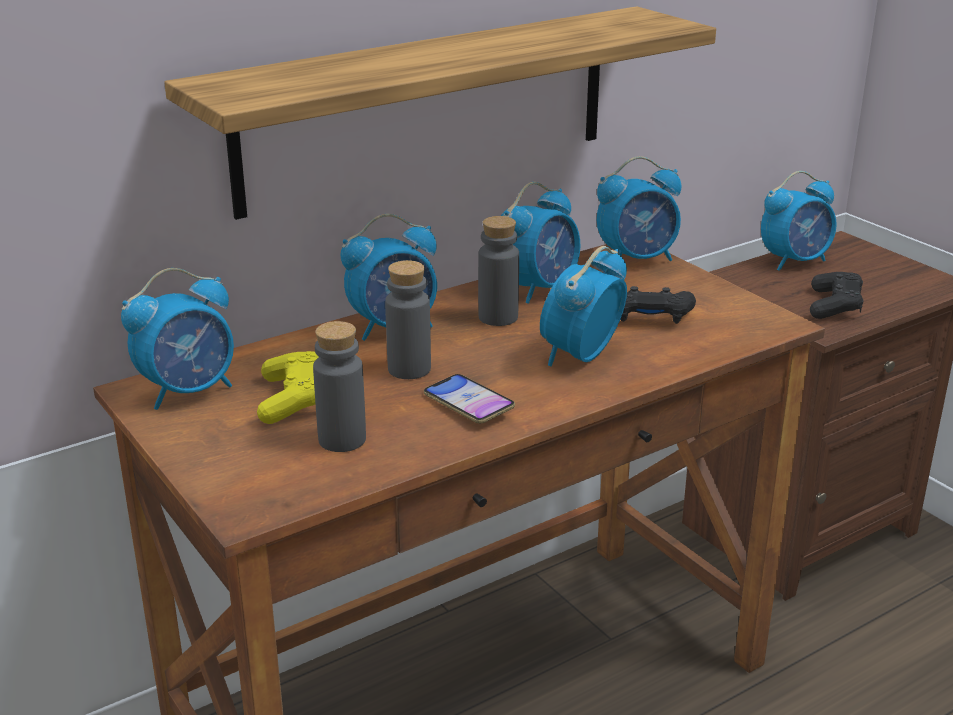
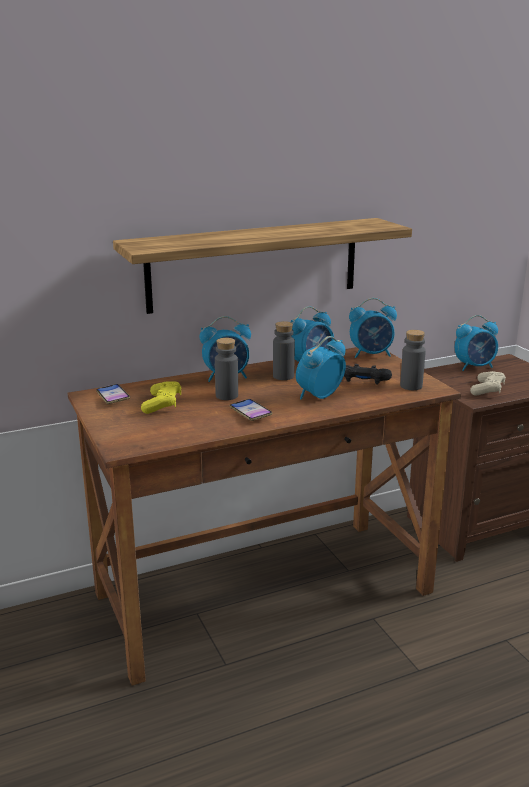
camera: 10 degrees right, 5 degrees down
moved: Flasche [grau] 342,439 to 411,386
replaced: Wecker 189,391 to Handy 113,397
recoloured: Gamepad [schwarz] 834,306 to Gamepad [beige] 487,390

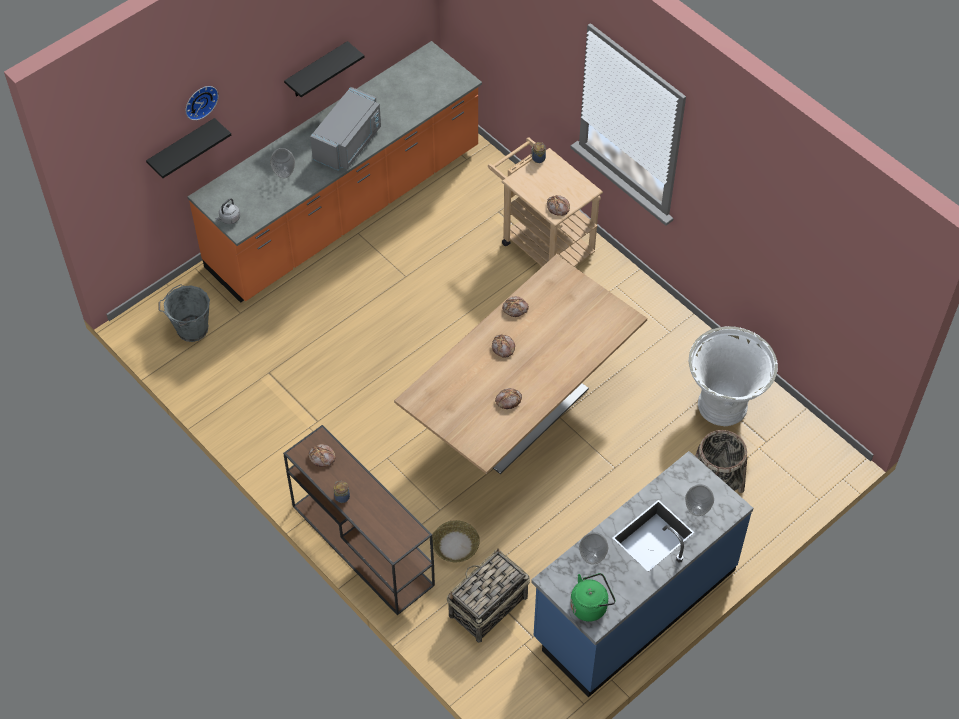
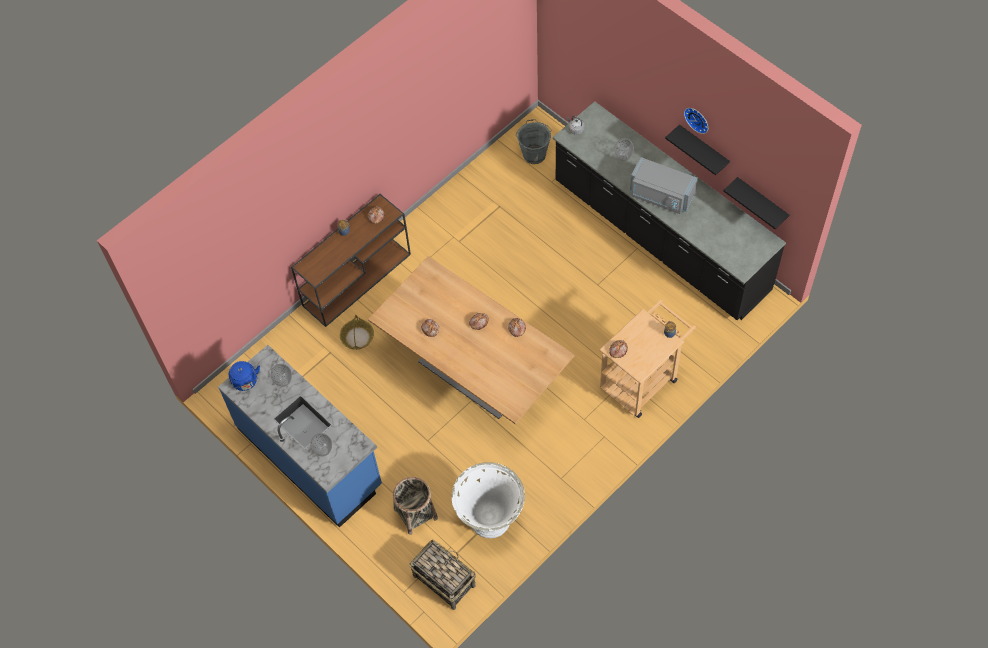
camera: 90 degrees right, 5 degrees up
moved: Wanduhr 199,101 to 697,119; Wandregal [schwarz] 182,149 to 761,202; Korb 487,607 to 443,580
recoloured: Küchenzeile [orange] 345,209 to Küchenzeile [schwarz] 660,237; Wasserkessel [grün] 590,605 to Wasserkessel [blau] 246,382

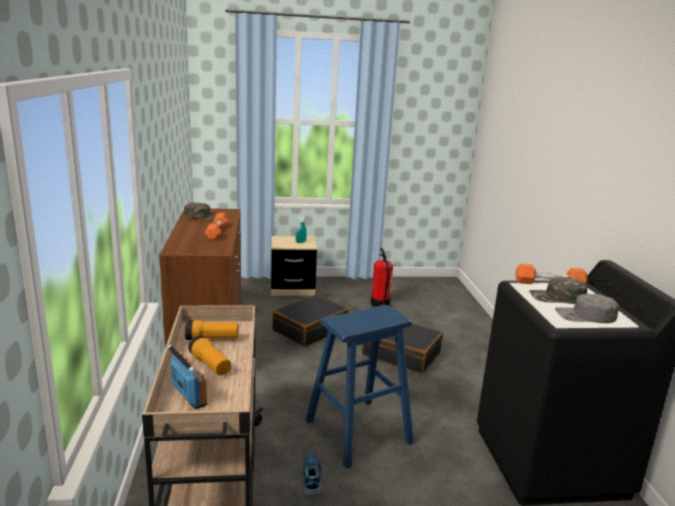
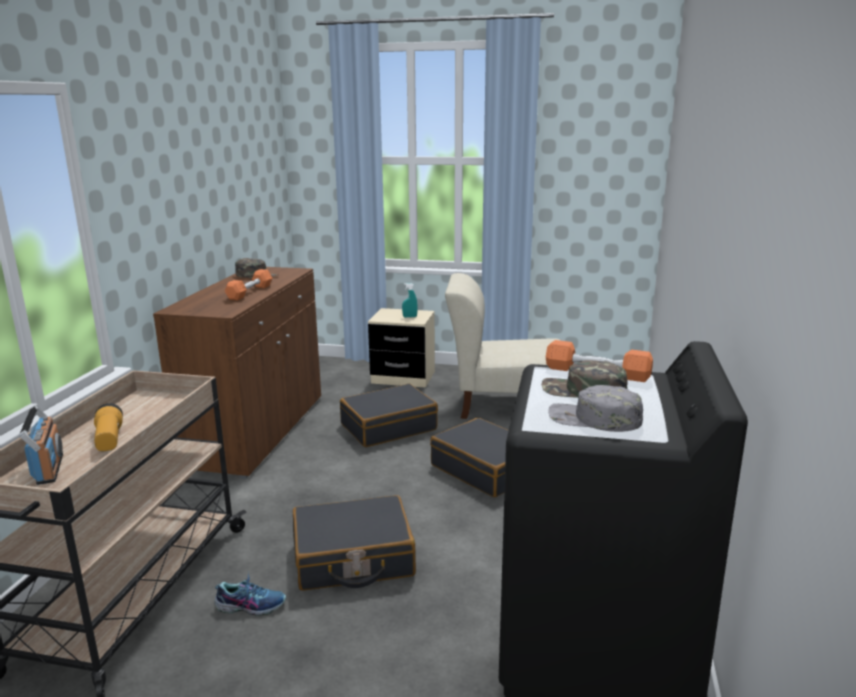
camera: 20 degrees right, 0 degrees up
removed: Taschenlampe 212,339
replaced: Feuerlöscher 380,304 to Stuhl [beige] 504,405; Hocker [blau] 358,431 to Koffer [schwarz] 353,558
turned: Schuh 311,478 = 251,605 75 degrees clockwise

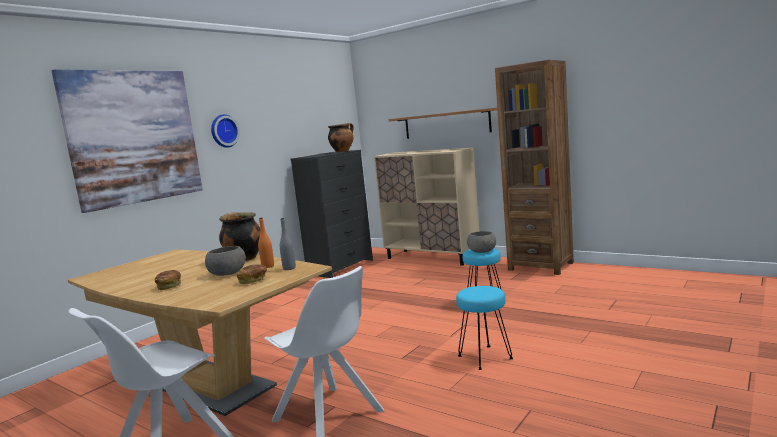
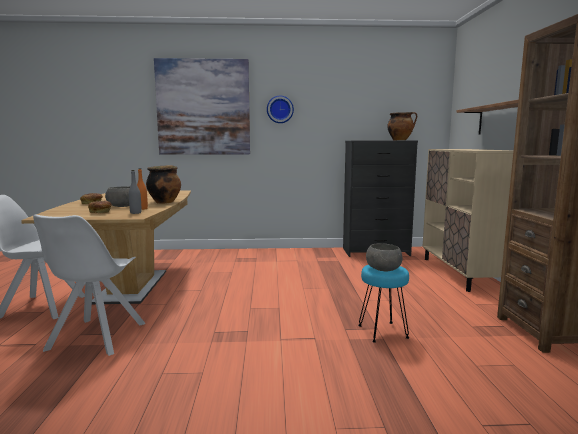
camera: 50 degrees right, 0 degrees up
removed: Hocker [türkis] 485,358

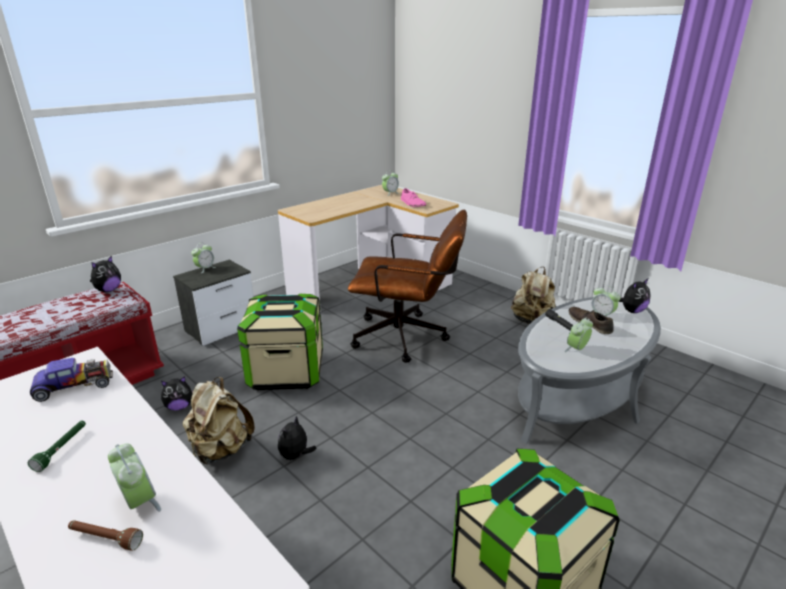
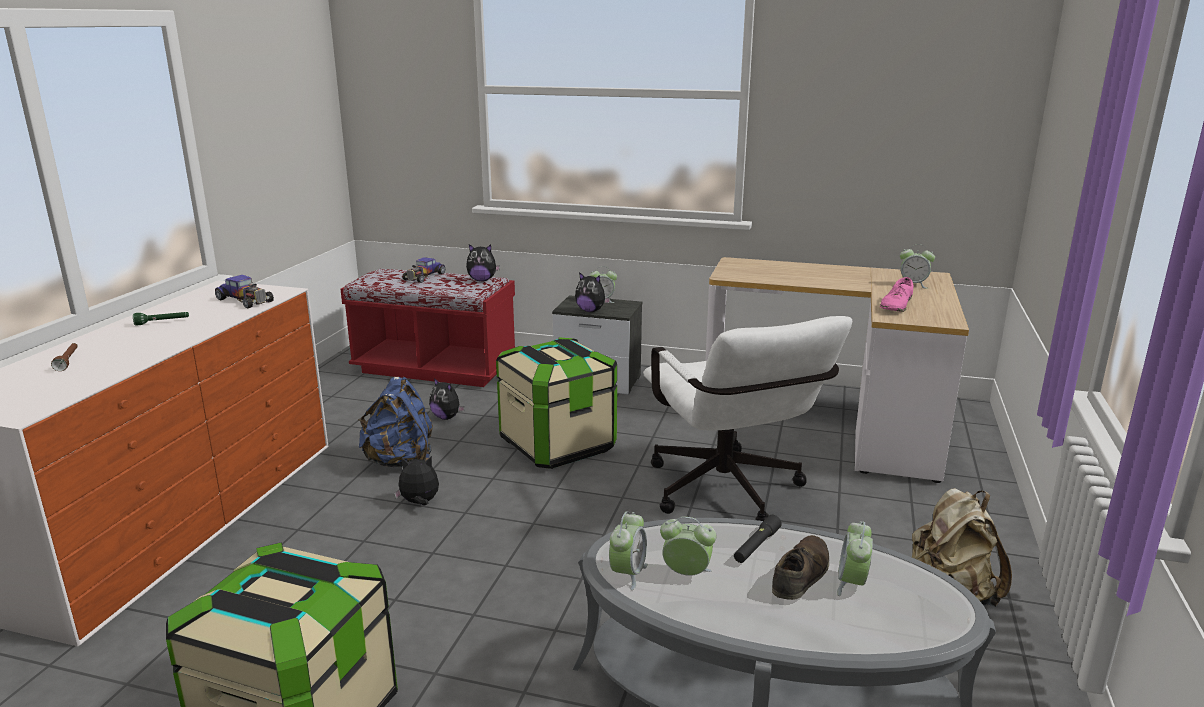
camera: 60 degrees right, 5 degrees down
added: Spielzeugauto 424,276
moved: Plüschtier 631,311 to 591,311; Wecker 139,502 to 628,574
recoloured: Bürostuhl [braun] 408,338 to Bürostuhl [weiß] 730,495; Rucksack [beige] 221,450 to Rucksack [blau] 400,461

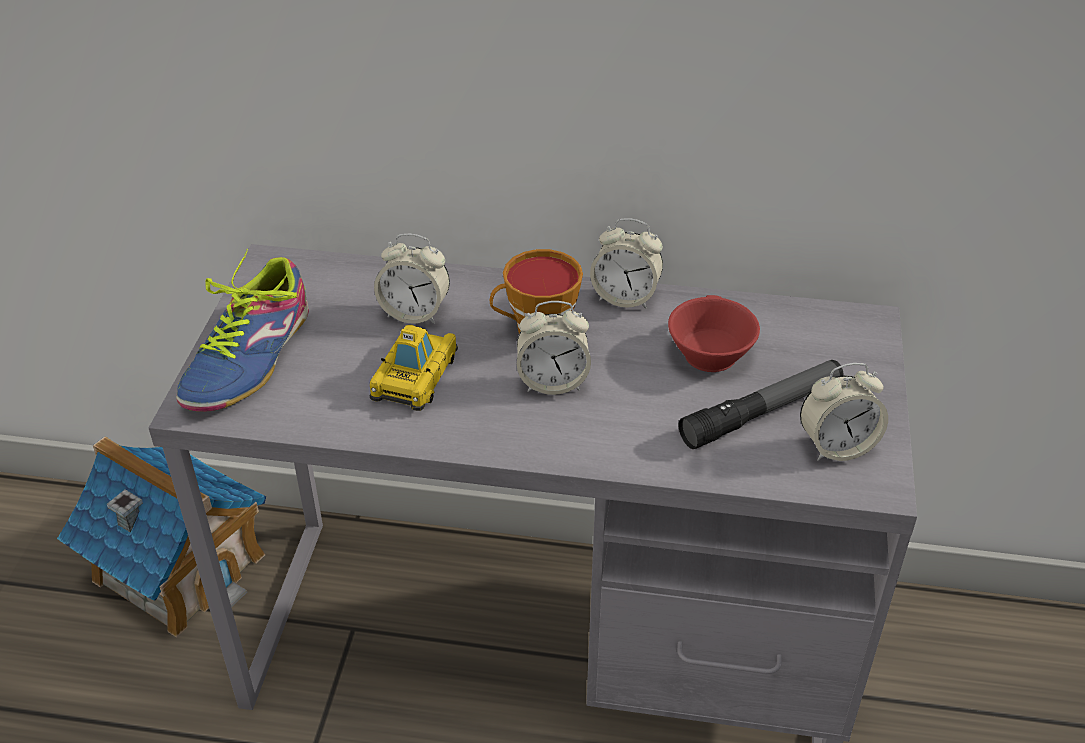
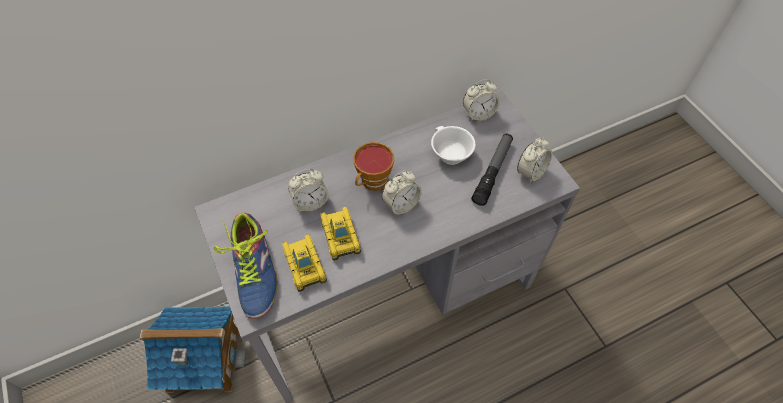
camera: 35 degrees left, 15 degrees up
added: Spielzeugauto 305,265
moved: Wecker 625,297 to 478,114
recoloured: Tasse [rot] 706,352 to Tasse [weiß] 449,154

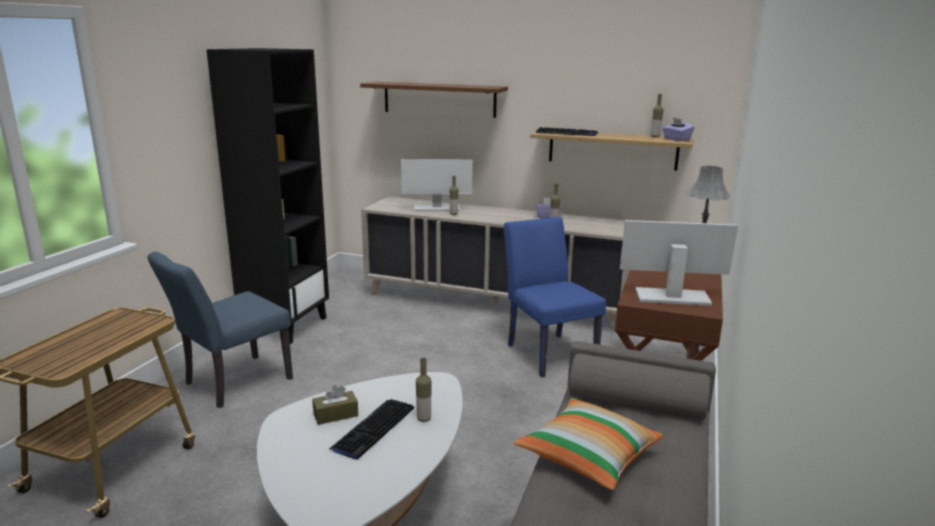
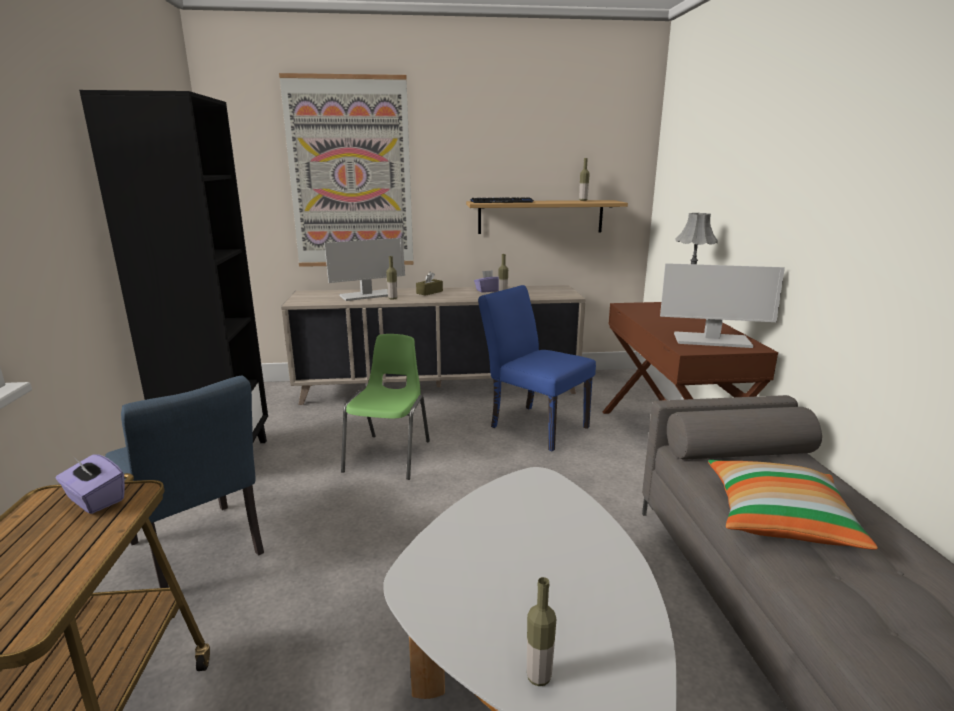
camera: 25 degrees left, 0 degrees up
removed: Tastatur 373,429
added: Stuhl [grün] 390,455
moved: Taschentuchbox [lila] 676,139 to 95,500; Flasche 424,419 to 539,677; Taschentuchbox [braun] 335,415 to 429,292
replaced: Wandregal [braun] 439,99 to Bild 350,174
turned: Monitor 673,297 = 711,340 150 degrees counterclockwise; Stuhl [blau] 231,383 = 200,553 60 degrees counterclockwise

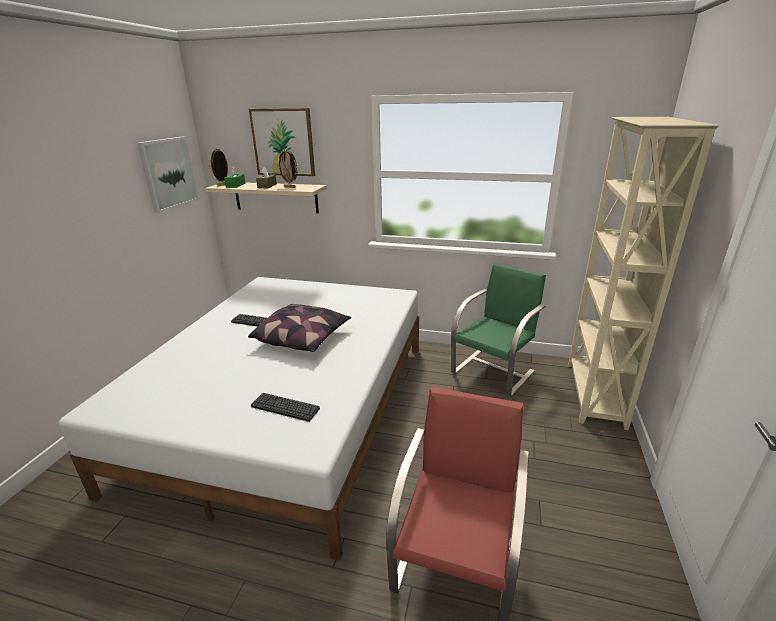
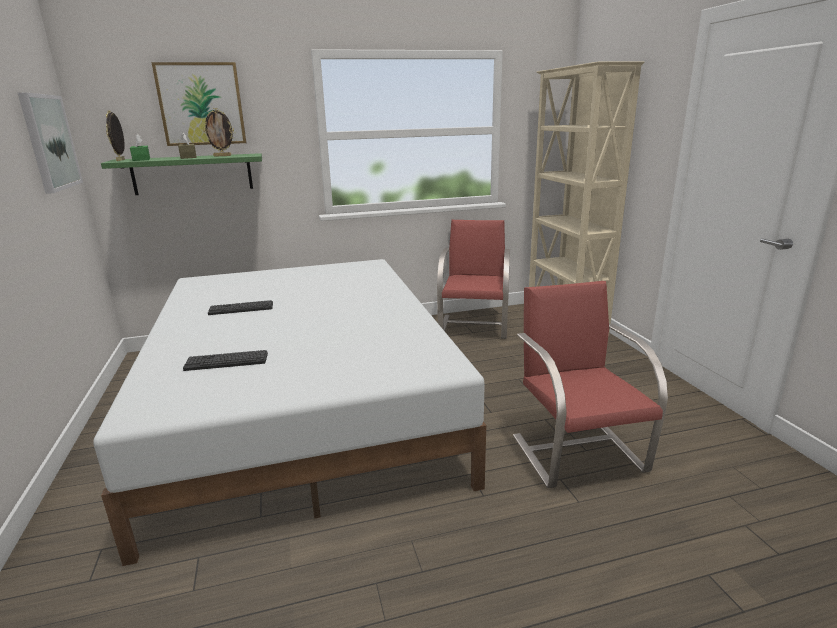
camera: 30 degrees left, 5 degrees down
removed: Kissen 303,339
moved: Tastatur 285,407 to 226,361
recoloured: Wandregal [beige] 276,197 to Wandregal [grün] 192,174; Stuhl [grün] 494,371 to Stuhl [rot] 474,326

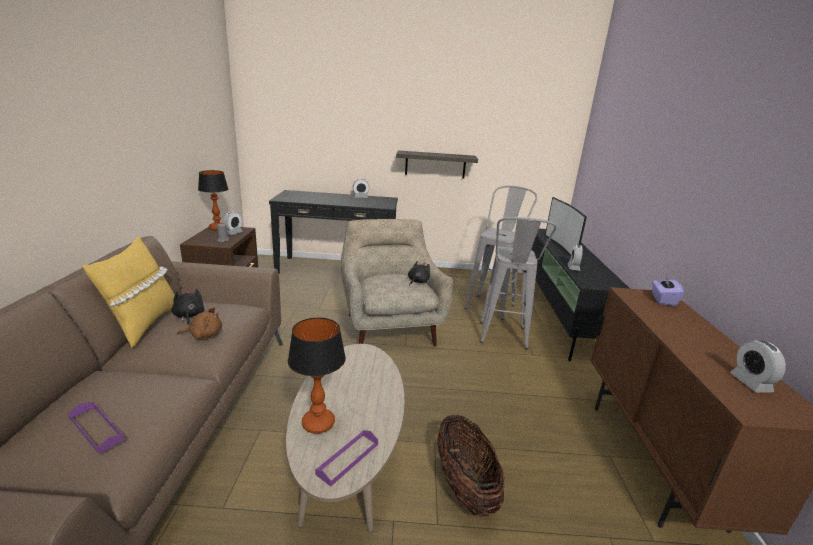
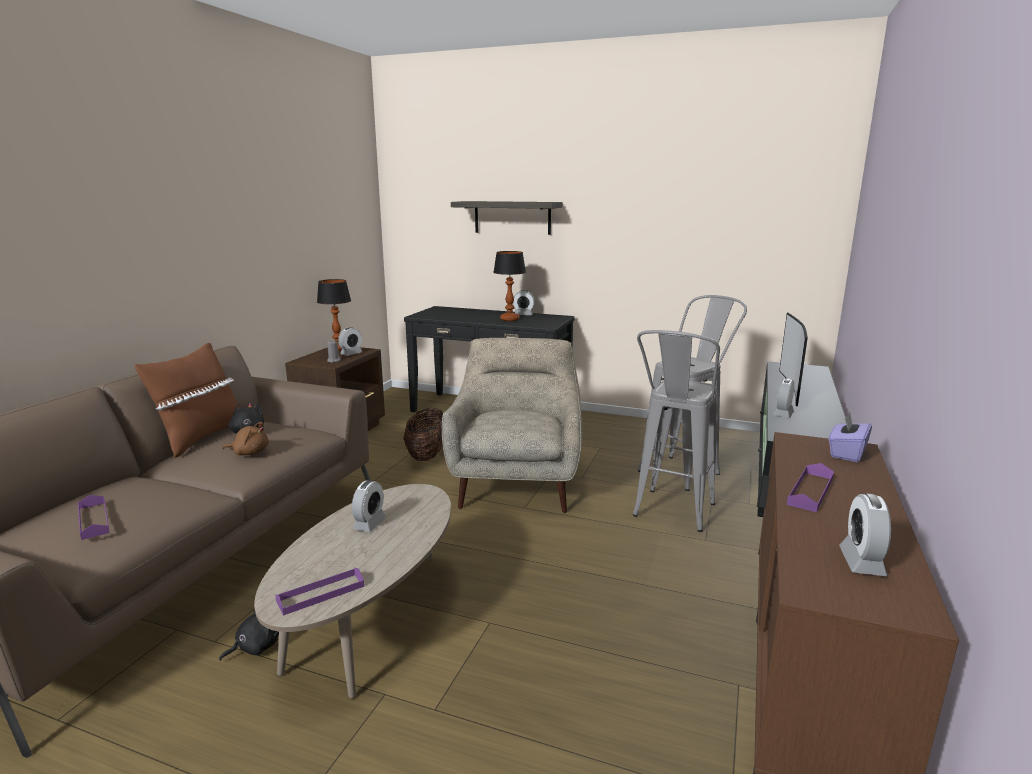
camera: 20 degrees right, 5 degrees down
added: Tablett [lila] 810,491; Wecker 369,524
moved: Wandregal 435,164 to 512,217; Plüschtier [schwarz] 417,281 to 255,647; Tischlampe 318,423 to 509,319; Korb 464,486 to 427,455
recoloured: Kissen [gelb] 144,324 to Kissen [braun] 201,438

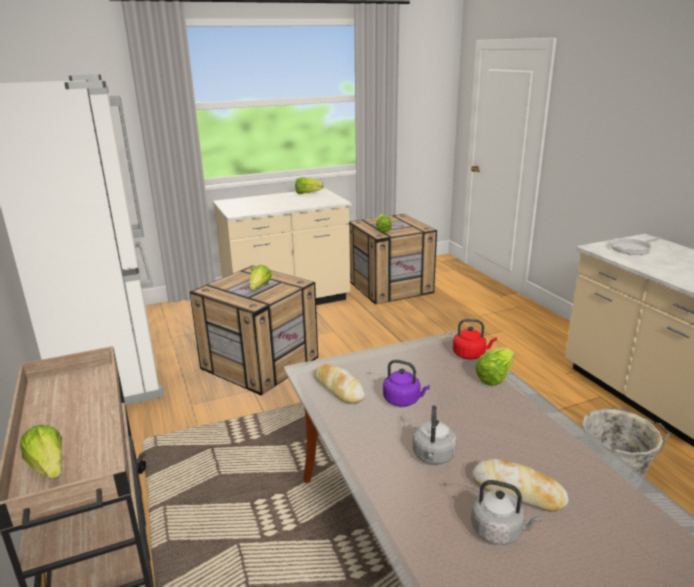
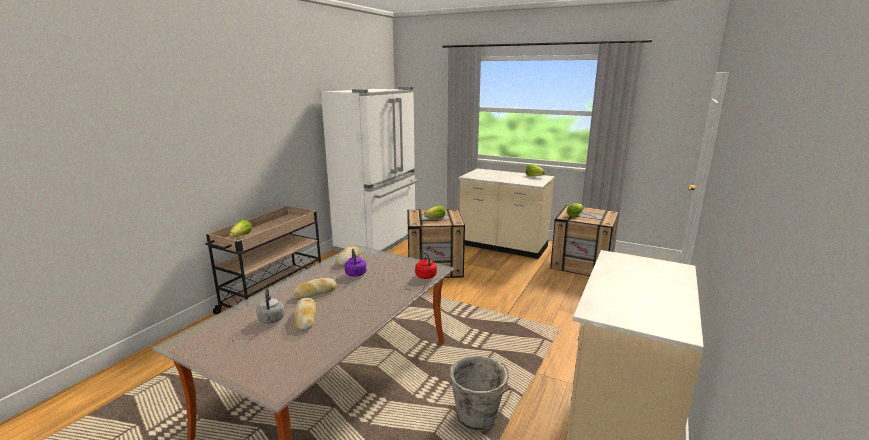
camera: 50 degrees right, 5 degrees down
removed: Pfanne 632,248; Salatkopf 494,377
replaced: Wasserkessel [grau] 433,456 to Brot 314,293

